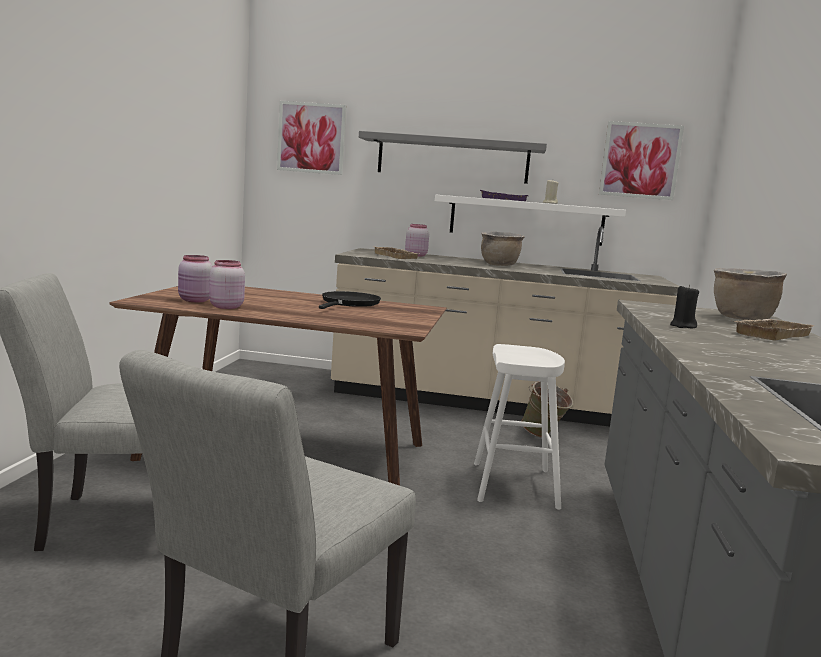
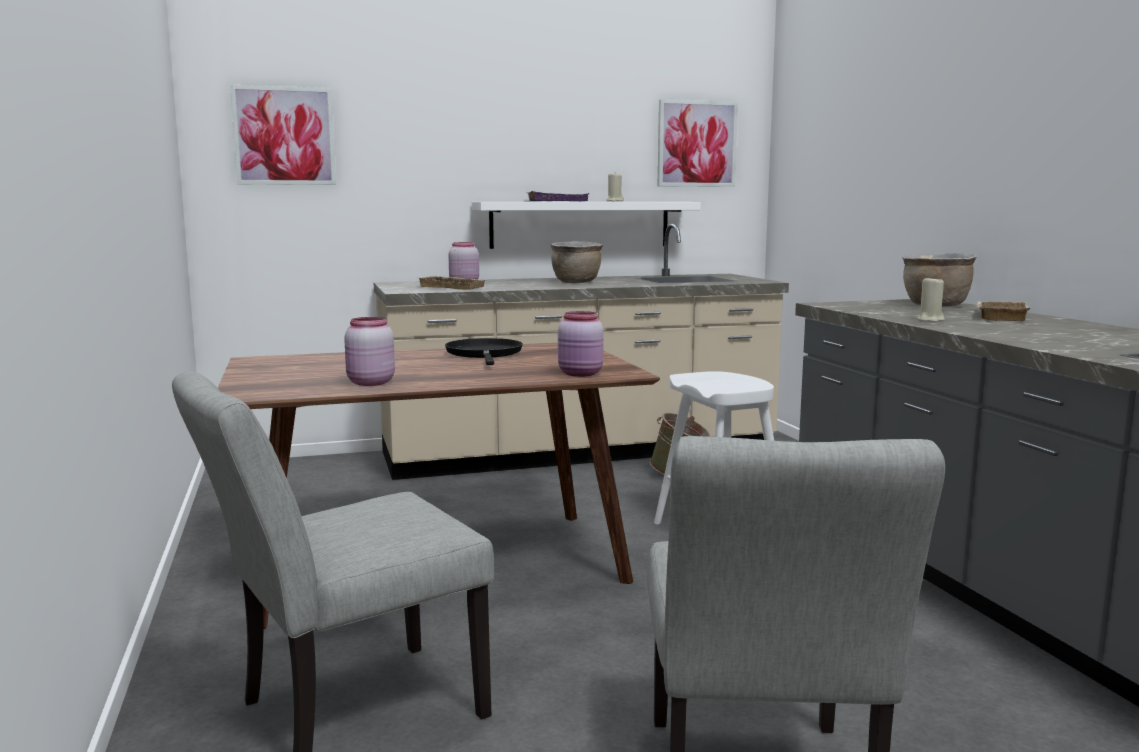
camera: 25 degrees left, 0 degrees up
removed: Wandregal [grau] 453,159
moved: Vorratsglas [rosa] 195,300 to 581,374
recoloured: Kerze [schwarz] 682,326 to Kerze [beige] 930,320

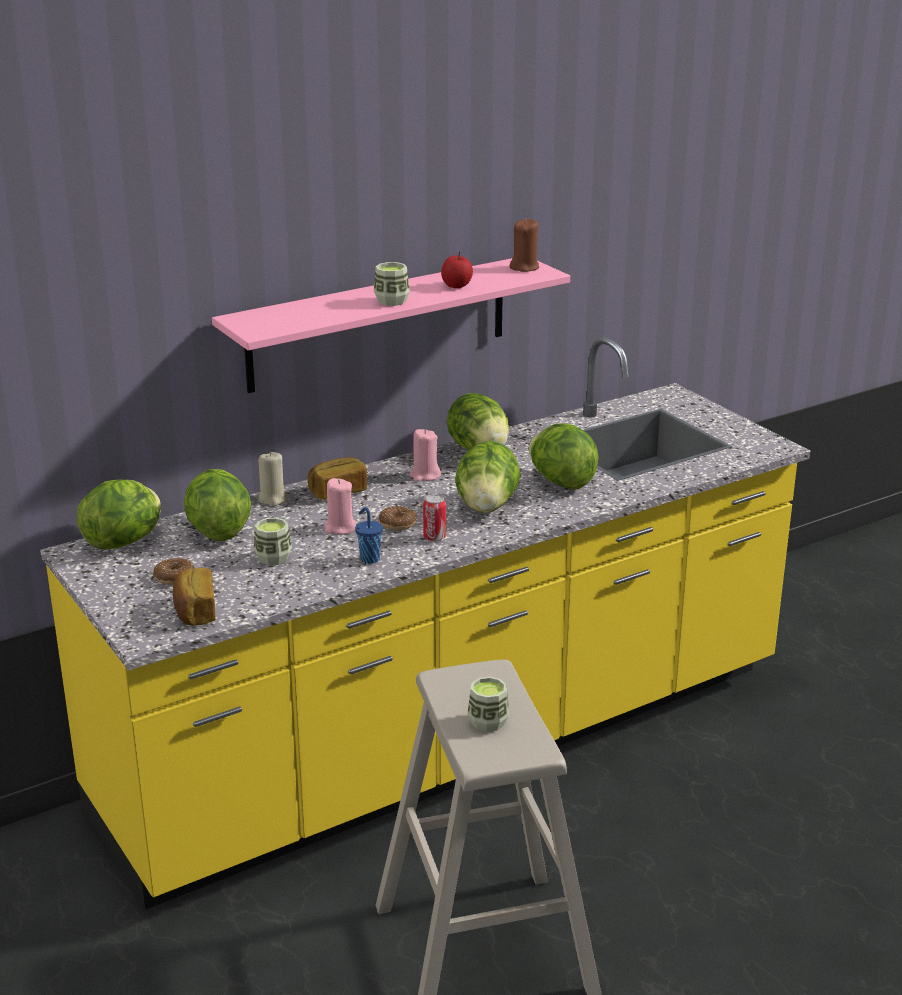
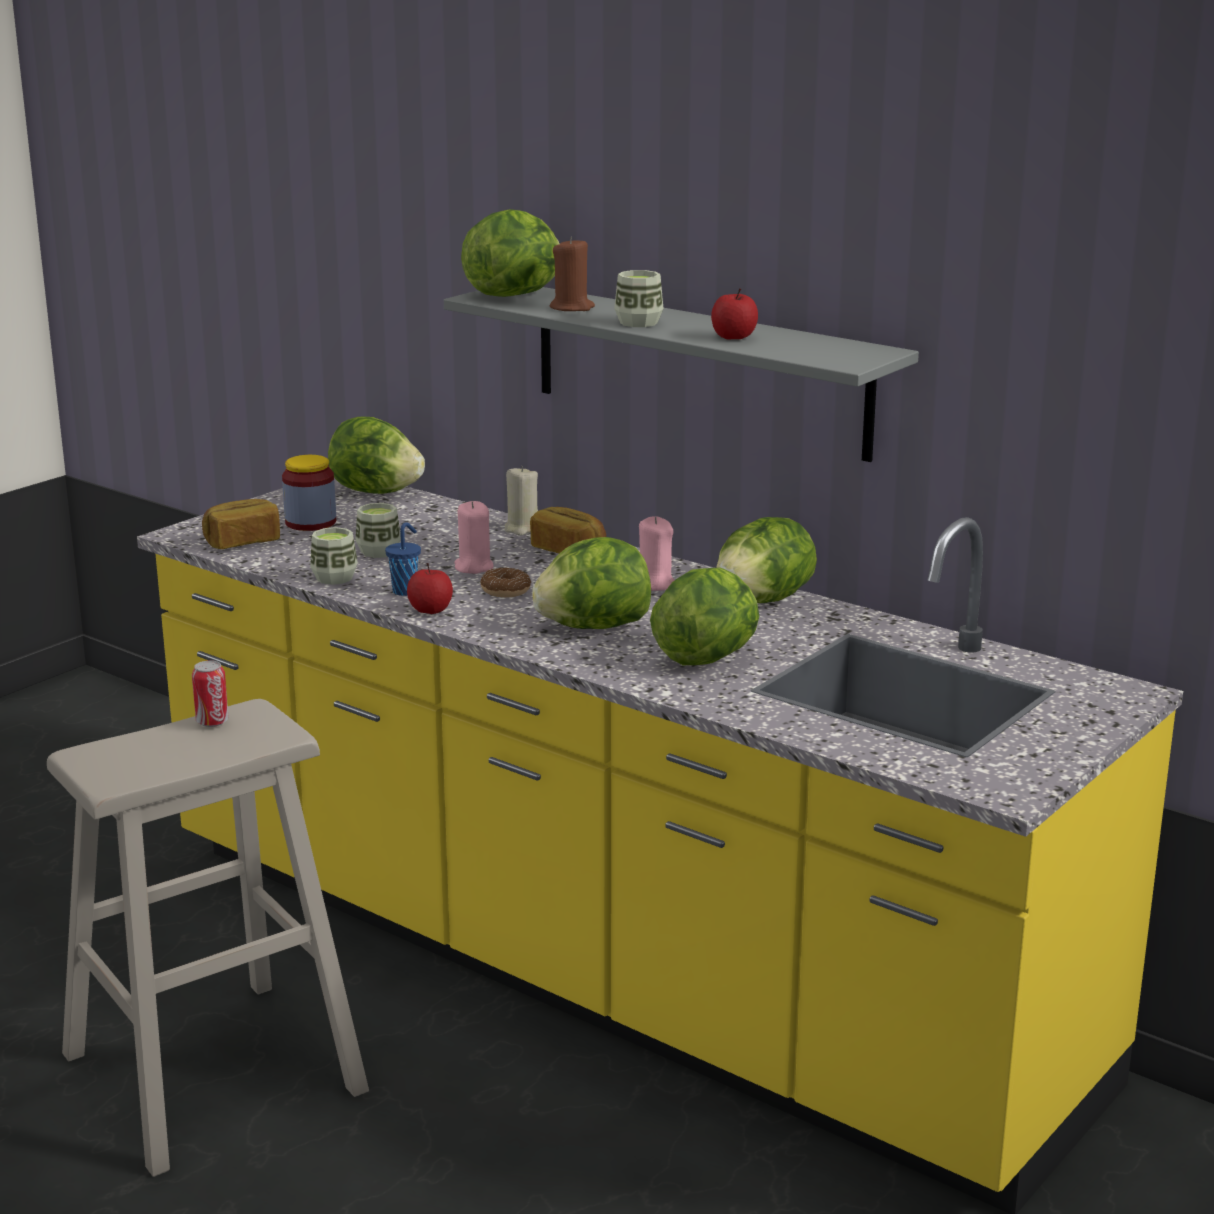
camera: 70 degrees right, 5 degrees down
added: Apfel 430,610
moved: Kerze [braun] 524,267 to 572,308; Salatkopf 217,531 to 515,295; Dose 434,537 to 212,722; Tasse 488,722 to 334,578
replaced: Donut 174,577 to Vorratsglas 310,522
recoloured: Wandregal [rosa] 378,323 to Wandregal [grau] 699,369

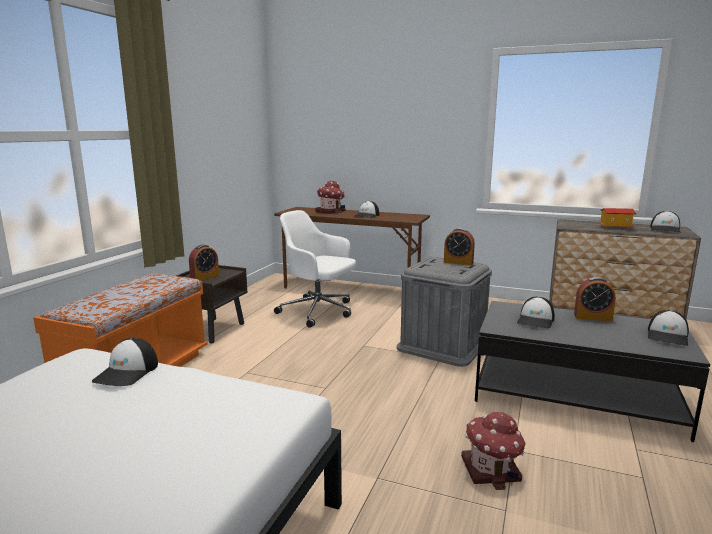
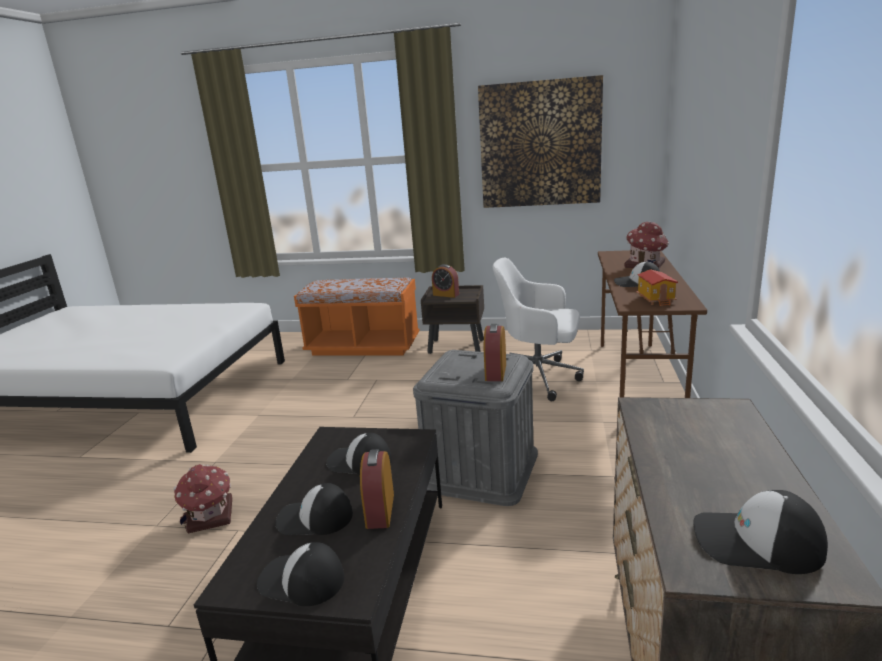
camera: 80 degrees right, 5 degrees up
added: Bild 540,144
moved: Spielzeughaus 615,228 to 656,299; Kappe 127,372 to 314,518
turned: Bürostuhl [weiß] 318,311 = 539,378 90 degrees counterclockwise

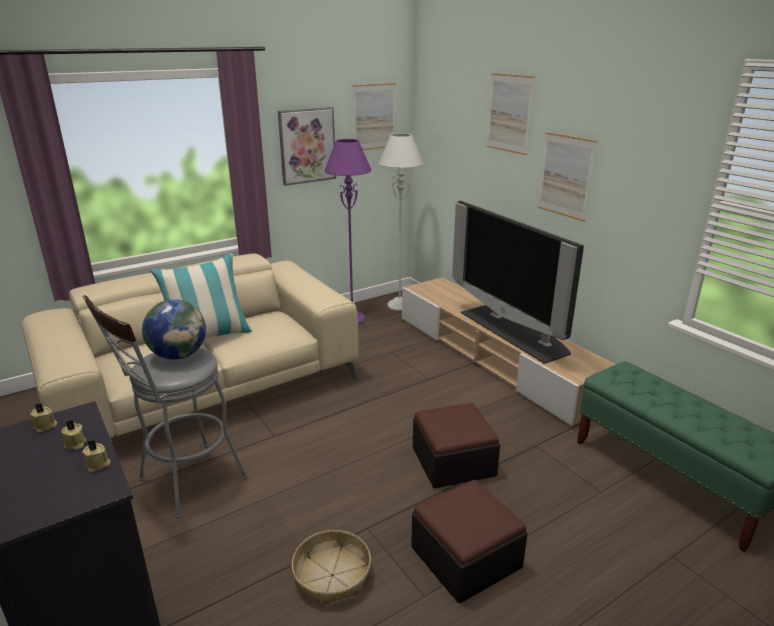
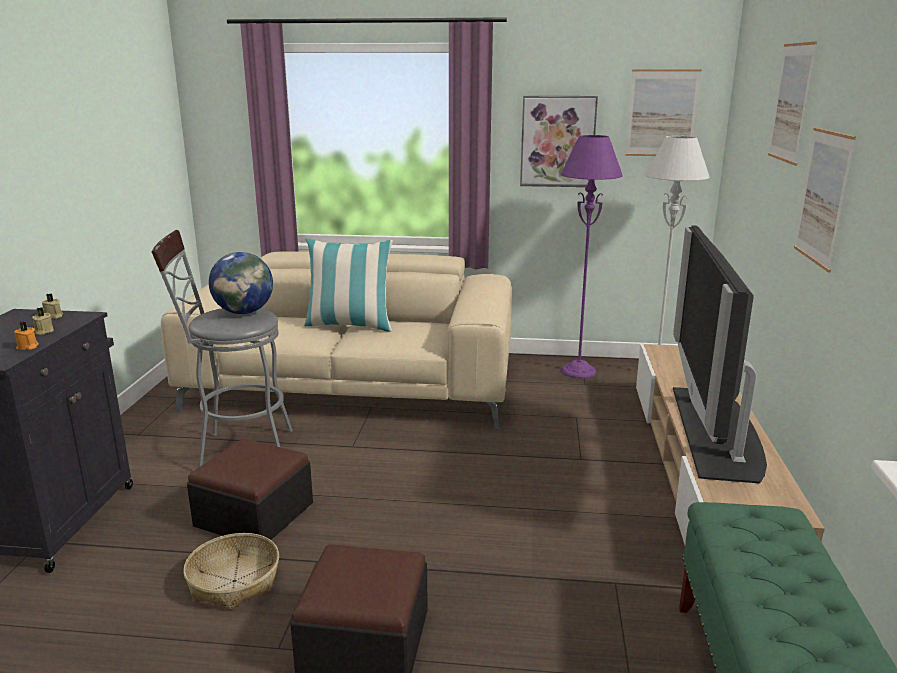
camera: 40 degrees right, 5 degrees down
moved: Polsterhocker 453,461 to 254,515
recoloured: Kerze [beige] 98,465 to Kerze [orange] 27,347

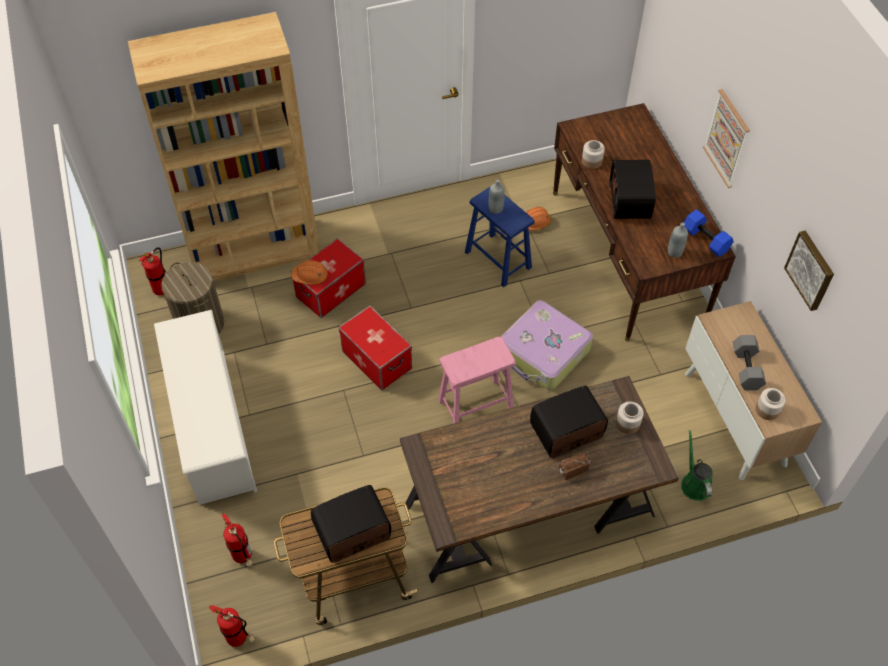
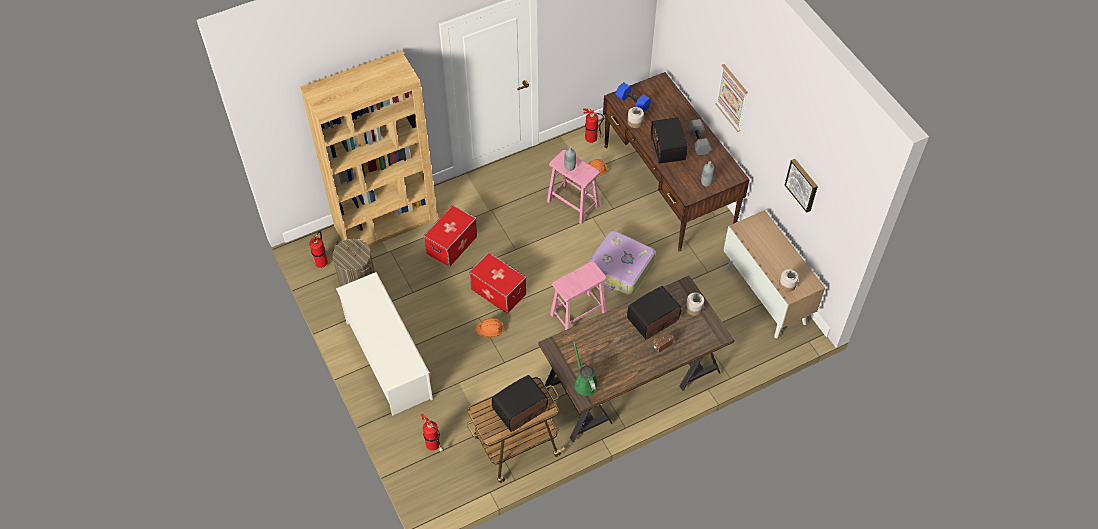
camera: 10 degrees left, 0 degrees up
moved: Hantel [blau] 704,240 to 632,102; Schutzhelm [orange] 310,276 to 490,330; Hantel [grau] 747,369 to 699,142; Gießkanne [grün] 694,483 to 584,382; Feuerlöscher 239,639 to 592,139
recoloured: Hocker [blau] 498,260 to Hocker [rosa] 573,204

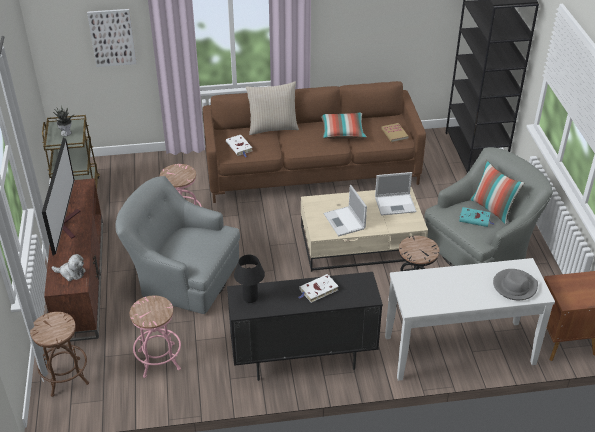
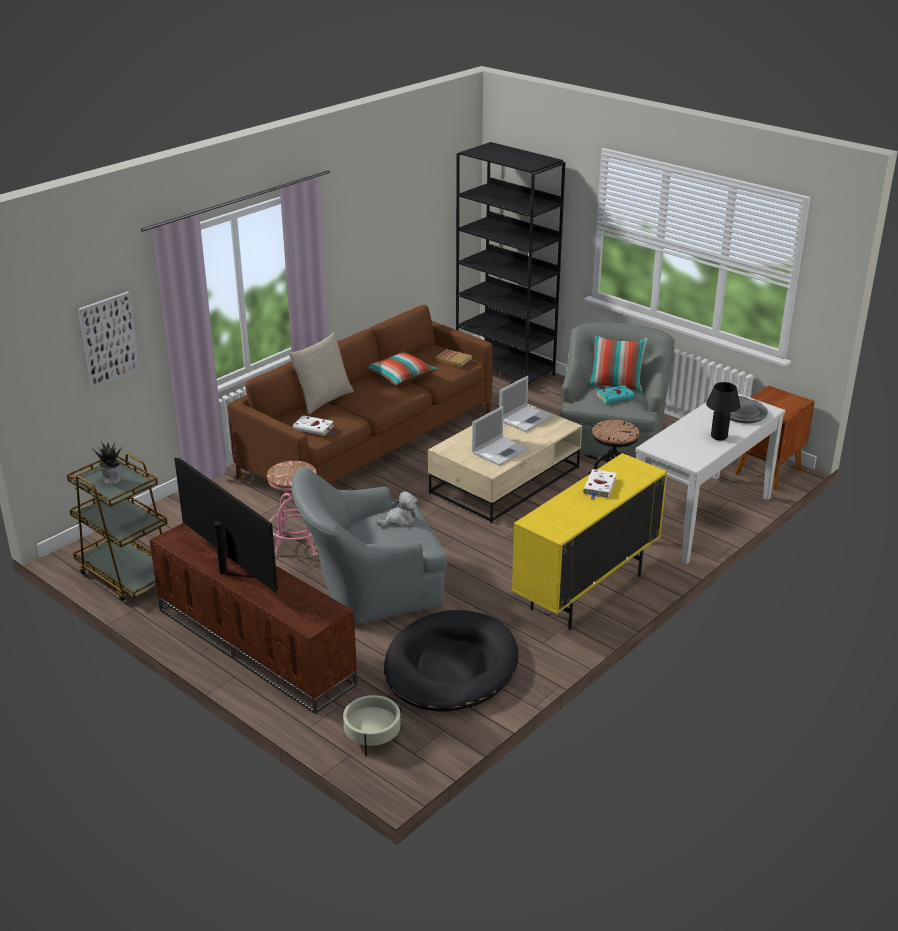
camera: 40 degrees left, 10 degrees down
moved: Plüschtier 71,273 to 399,520; Tischlampe [schwarz] 250,298 to 719,436
replaced: Hocker [rosa] 159,360 to Hundebett [schwarz] 450,667; Hocker [braun] 65,377 to Pflanzkübel [beige] 372,735
recoloured: Schrank [schwarz] 303,360 to Schrank [gelb] 586,592
turned: Laptop 344,222 = 500,450 75 degrees counterclockwise

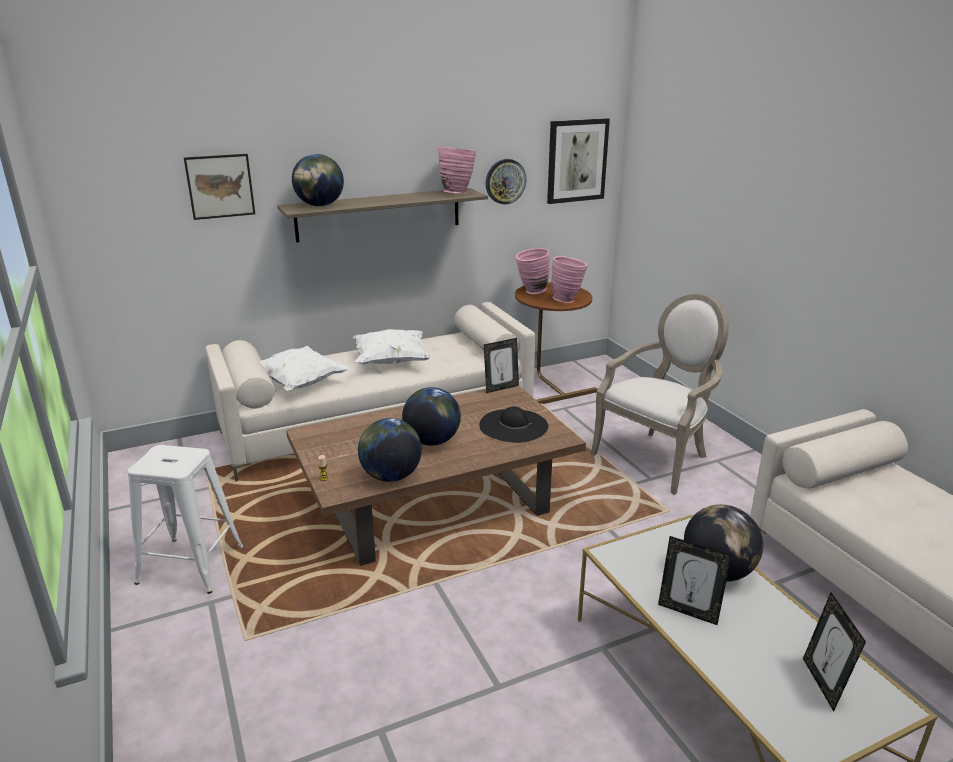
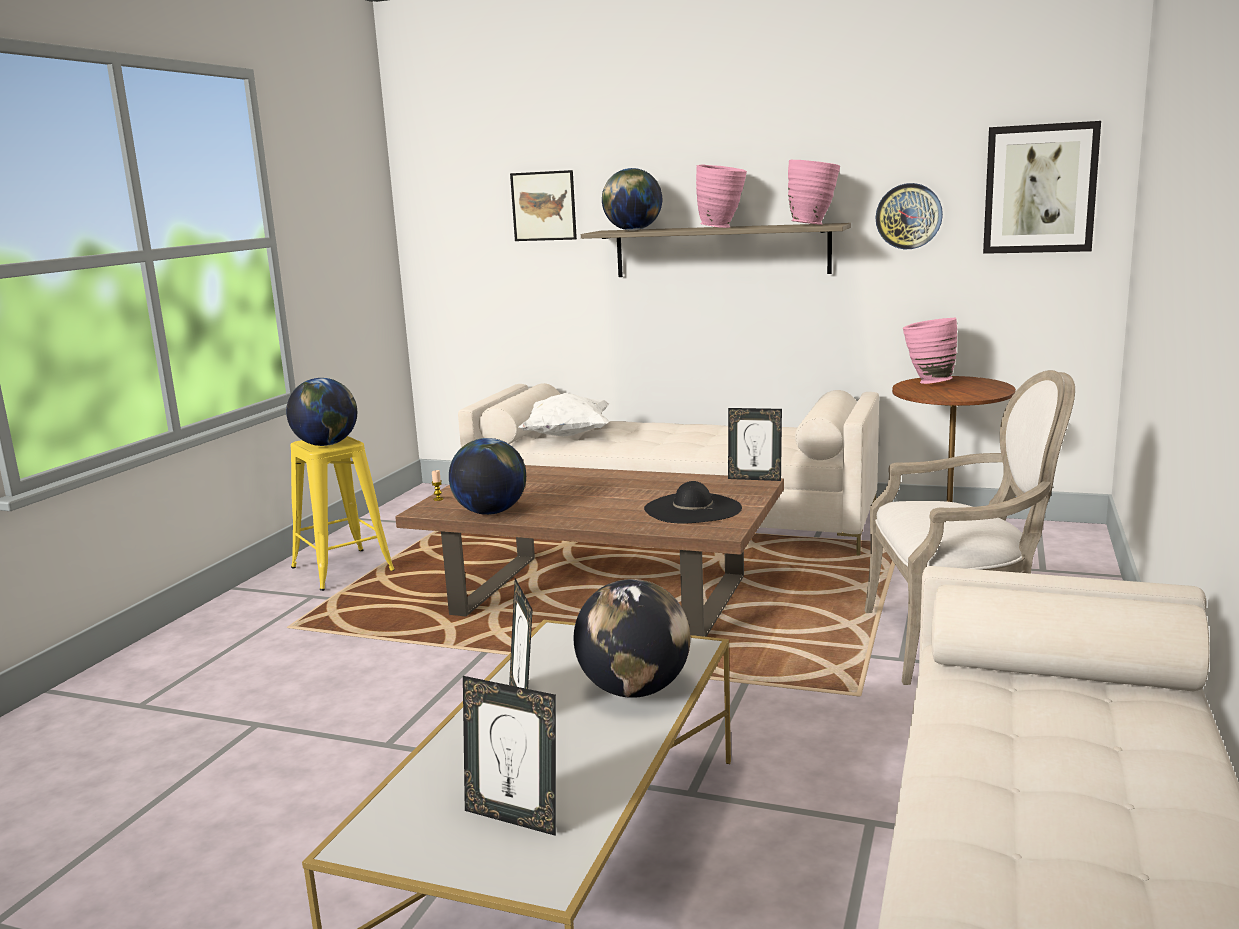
camera: 45 degrees right, 10 degrees down
removed: Kissen [weiß] 391,362
moved: Vase [rosa] 568,300 to 722,227; Globus 432,441 to 326,444
recoloured: Hocker [weiß] 191,565 to Hocker [gelb] 342,569
turned: Bilderrahmen 823,683 = 513,818 105 degrees counterclockwise

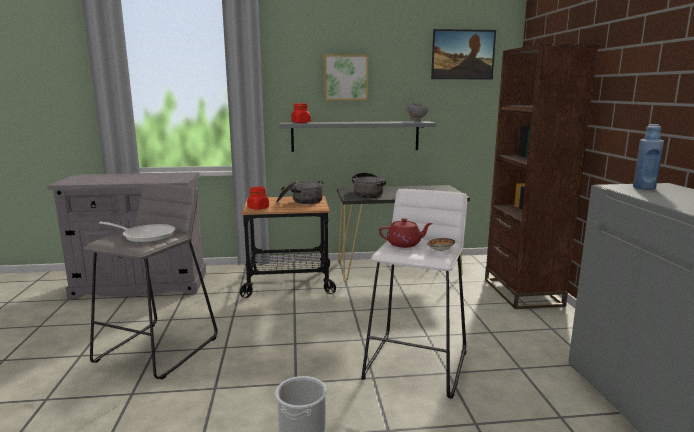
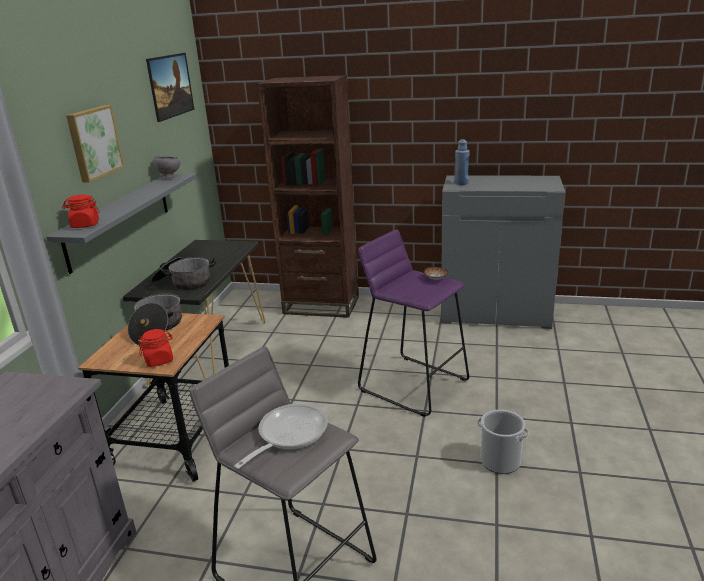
camera: 70 degrees left, 10 degrees up
removed: Teekanne [rot] 404,244
recoloured: Hocker [weiß] 416,364 to Hocker [lila] 413,384

